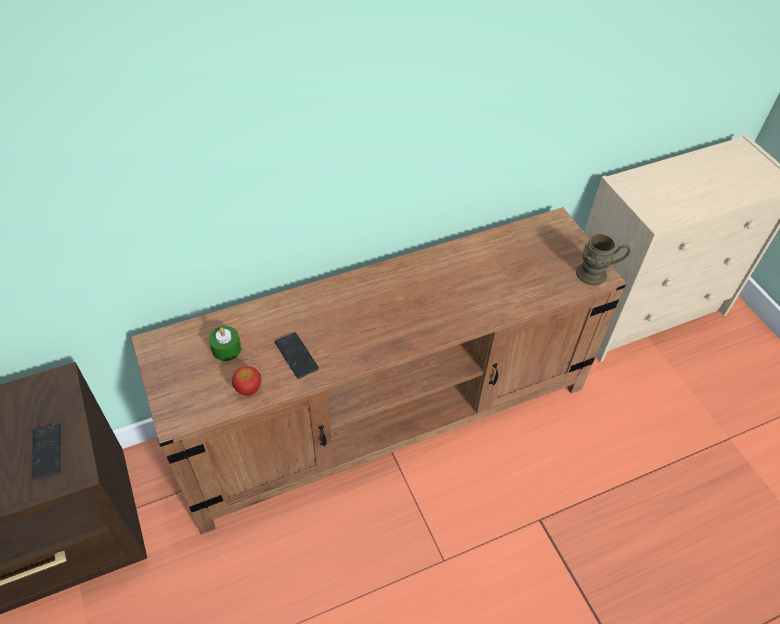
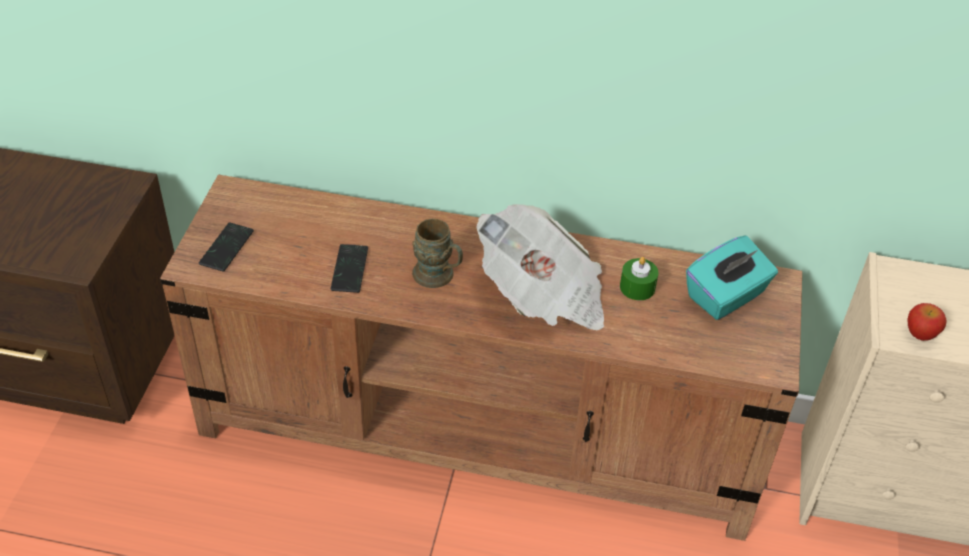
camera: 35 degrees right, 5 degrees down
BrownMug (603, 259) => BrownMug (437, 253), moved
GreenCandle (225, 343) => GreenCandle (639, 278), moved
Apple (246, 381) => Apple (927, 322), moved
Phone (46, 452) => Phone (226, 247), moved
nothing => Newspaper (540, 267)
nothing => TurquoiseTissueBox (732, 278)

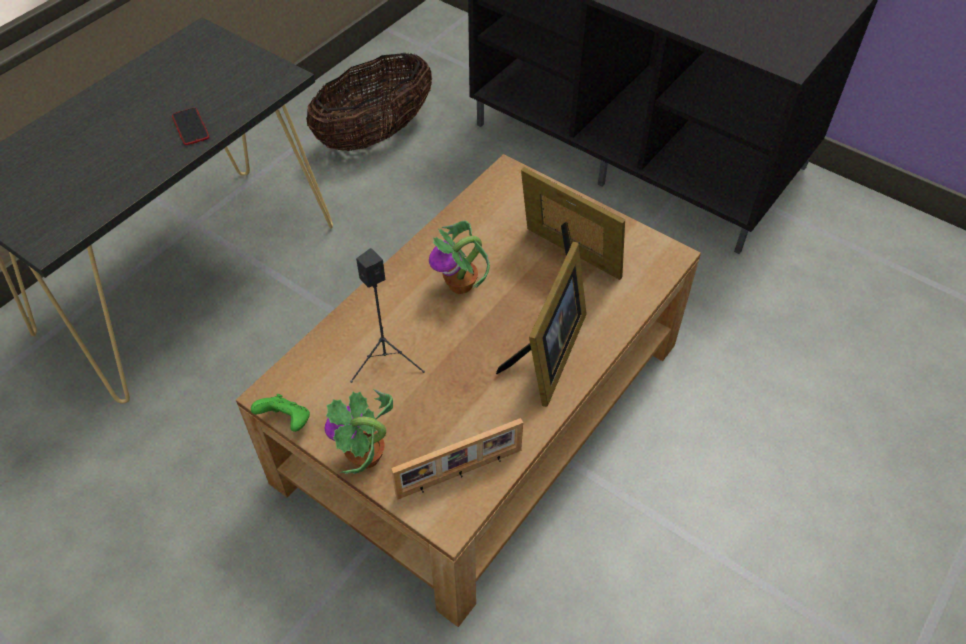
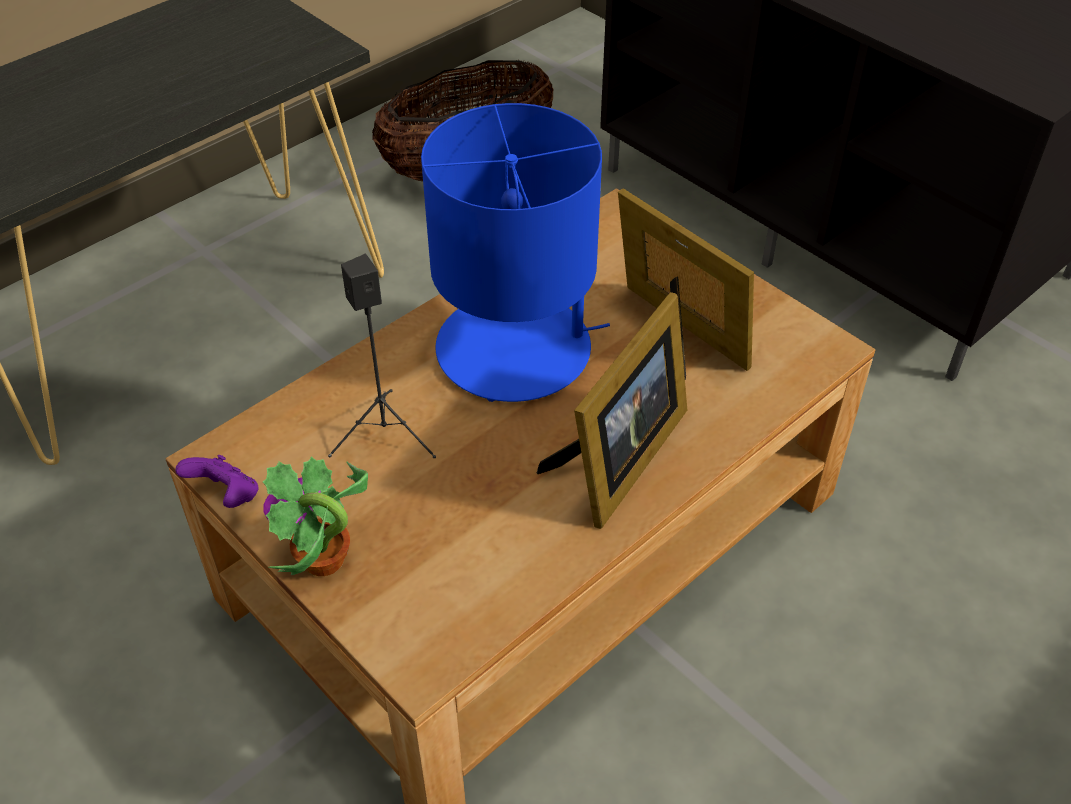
camera: 10 degrees right, 5 degrees down
Phone (190, 126) => nothing
PottedPlant (459, 257) => BlueTableLamp (515, 252)
GreenGameController (280, 413) => PurpleGameController (217, 481)
PictureFrame (457, 459) => nothing

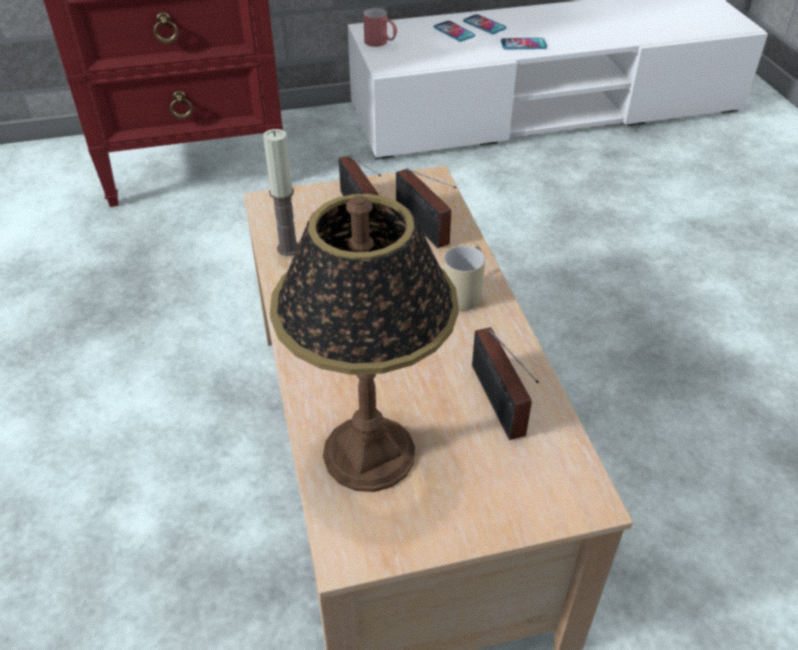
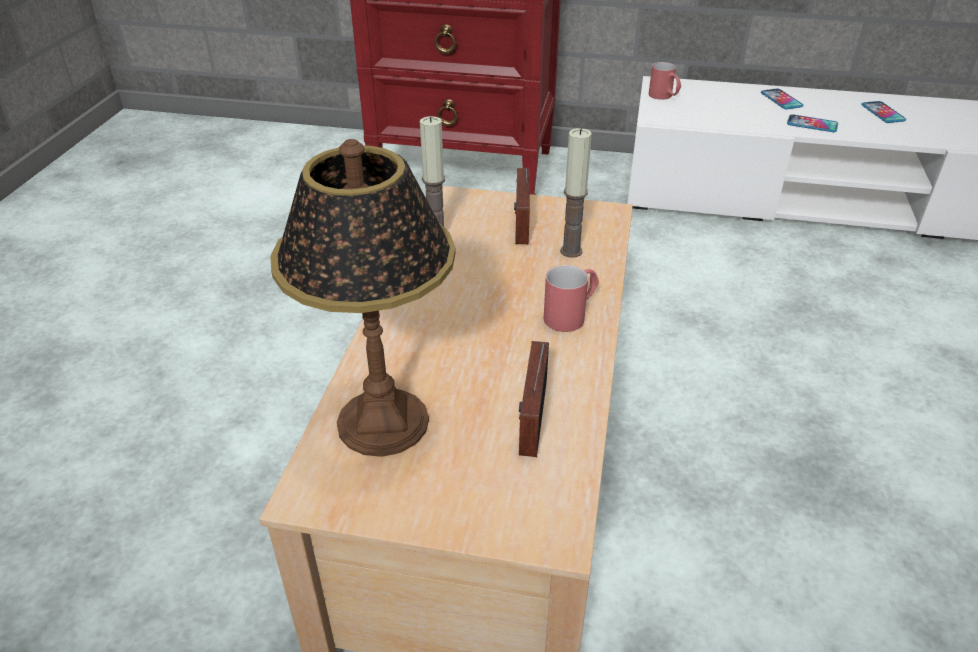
camera: 25 degrees right, 5 degrees down
Phone (454, 31) => Phone (883, 112), moved
Radio (426, 208) => Candle (576, 193)
BeigeMug (464, 277) => RedMug (571, 298)

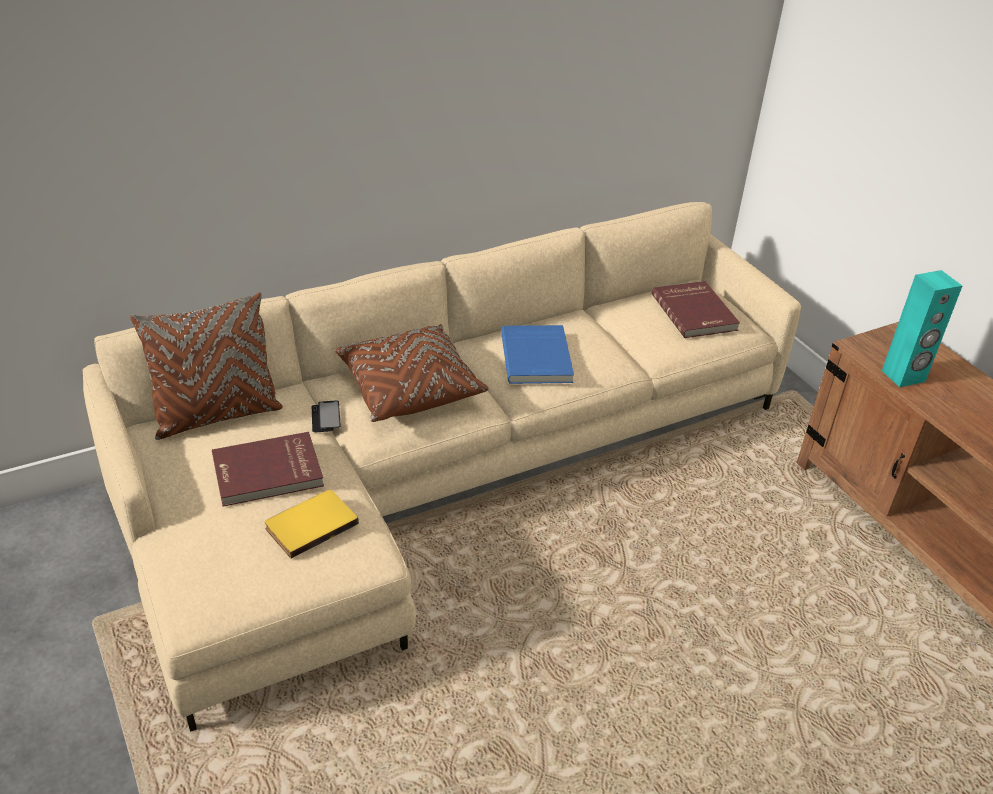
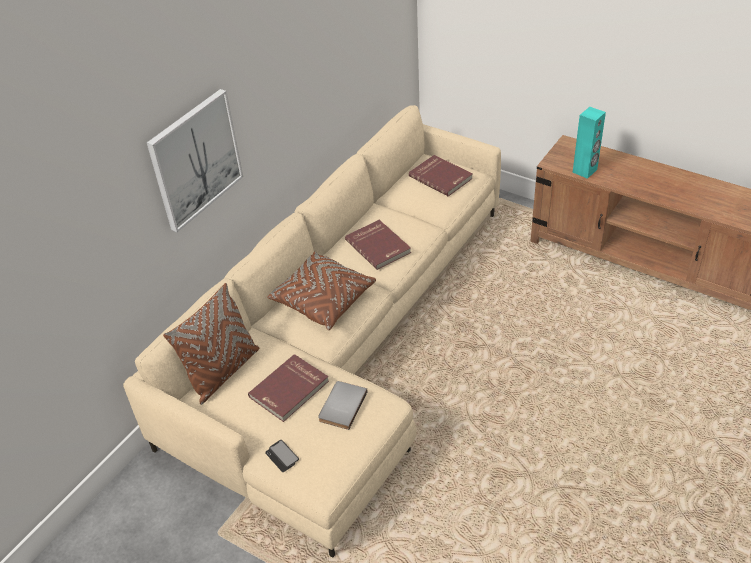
camera: 25 degrees left, 5 degrees up
BlueBook (537, 354) => RedBook (378, 245)
Phone (326, 416) => Phone (282, 456), moved
YellowBook (312, 524) => GreyBook (343, 405)
nothing => Picture (195, 160)

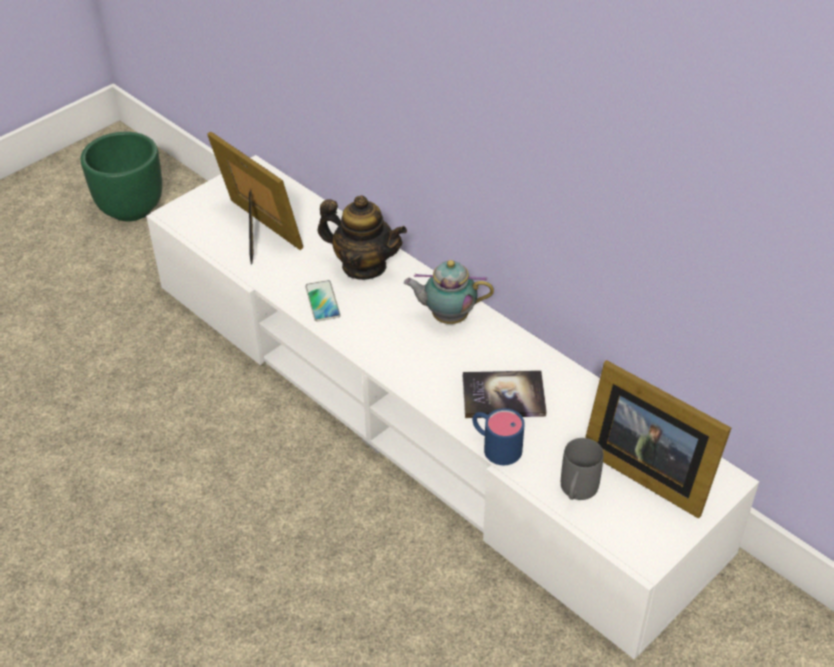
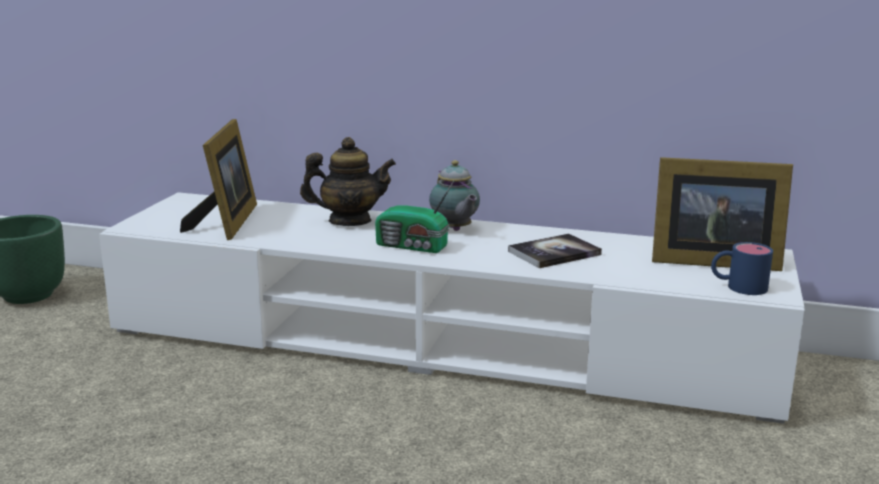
camera: 30 degrees left, 25 degrees down
PictureFrame (255, 198) => PictureFrame (218, 179), 75 degrees clockwise
Teapot (449, 292) => Teapot (454, 195), 90 degrees counterclockwise
Phone (323, 300) => nothing
BlueMug (498, 436) => BlueMug (742, 268), moved
GreyMug (582, 469) => nothing
nothing => Radio (414, 217)

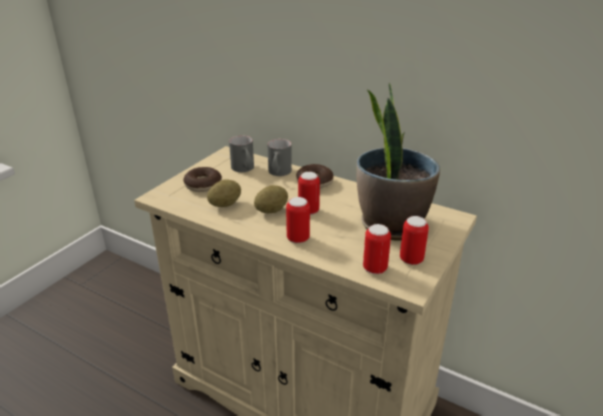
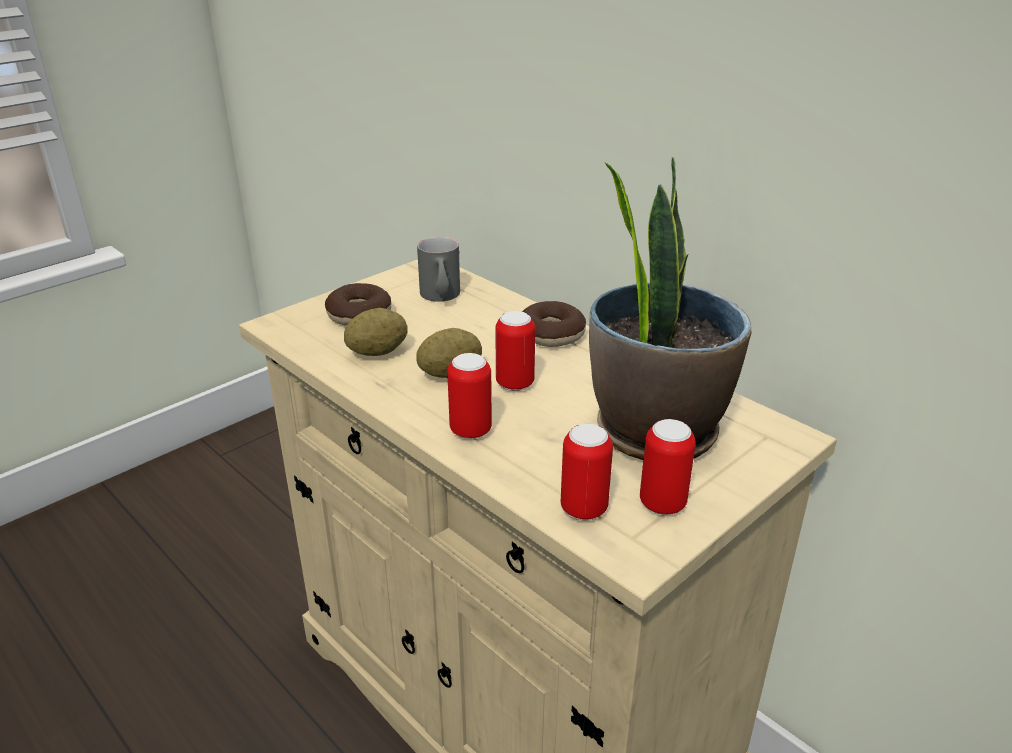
camera: 15 degrees right, 0 degrees up
GreyMug (279, 157) => nothing

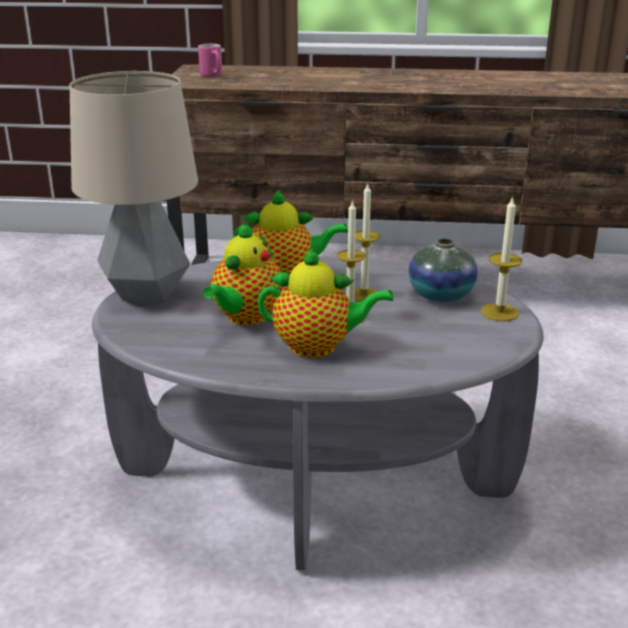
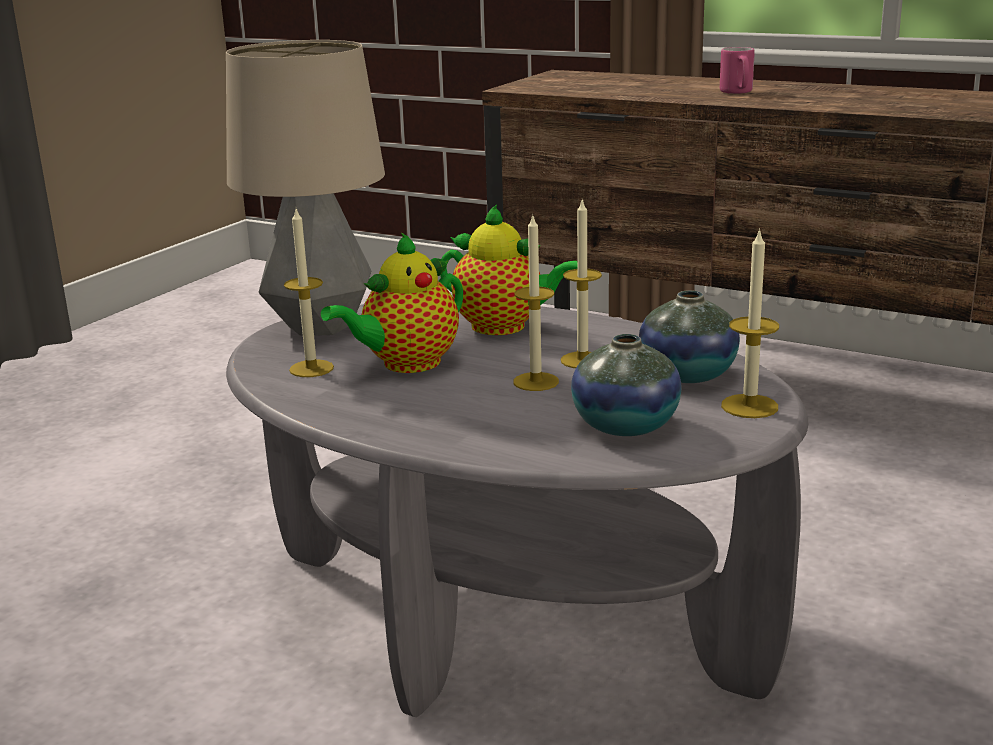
camera: 25 degrees right, 5 degrees down
PinkMug (210, 60) => PinkMug (737, 70), moved
Teapot (325, 302) => nothing
nothing => Candle (309, 293)
nothing => Vase (626, 385)

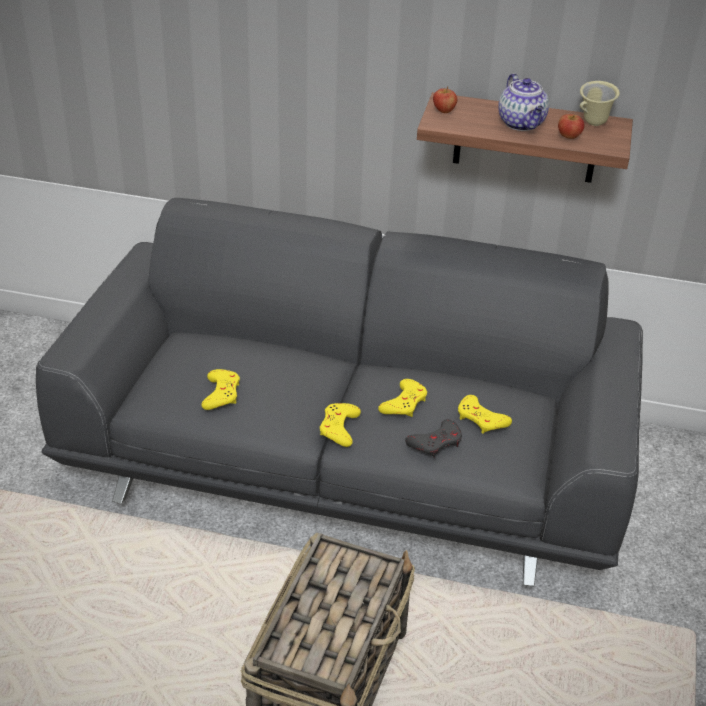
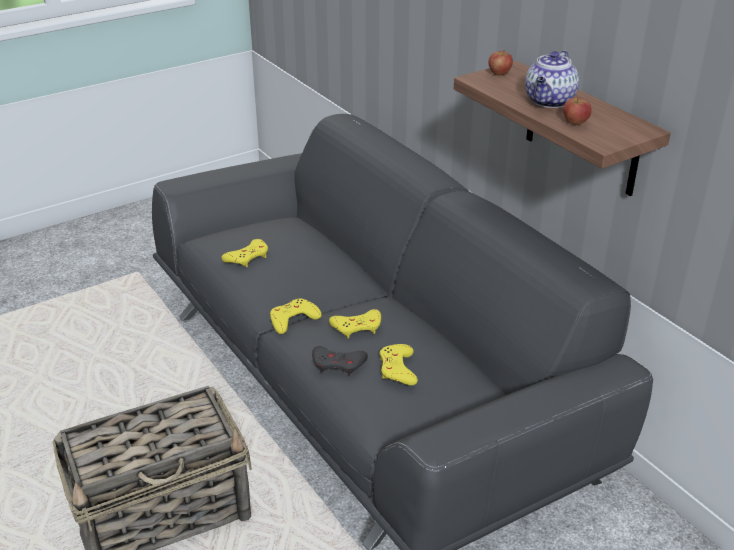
camera: 45 degrees right, 5 degrees down
BeigeMug (600, 103) => nothing

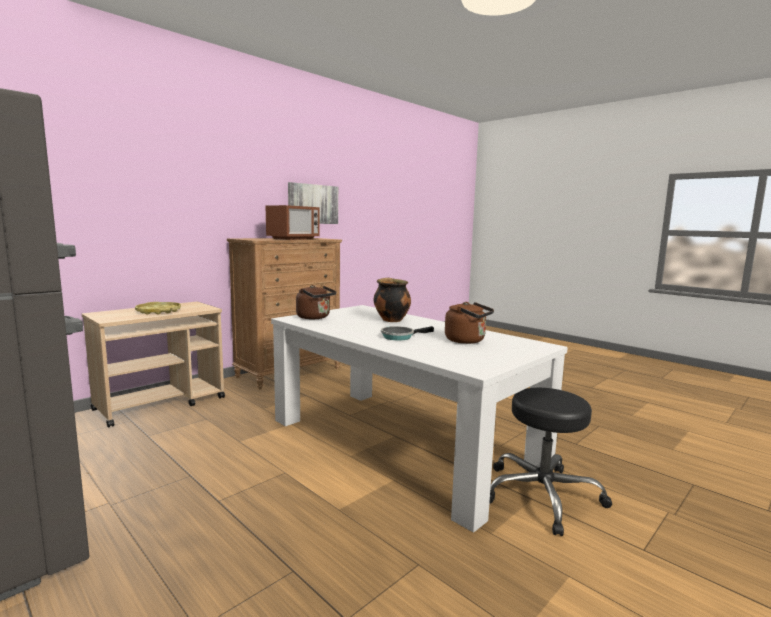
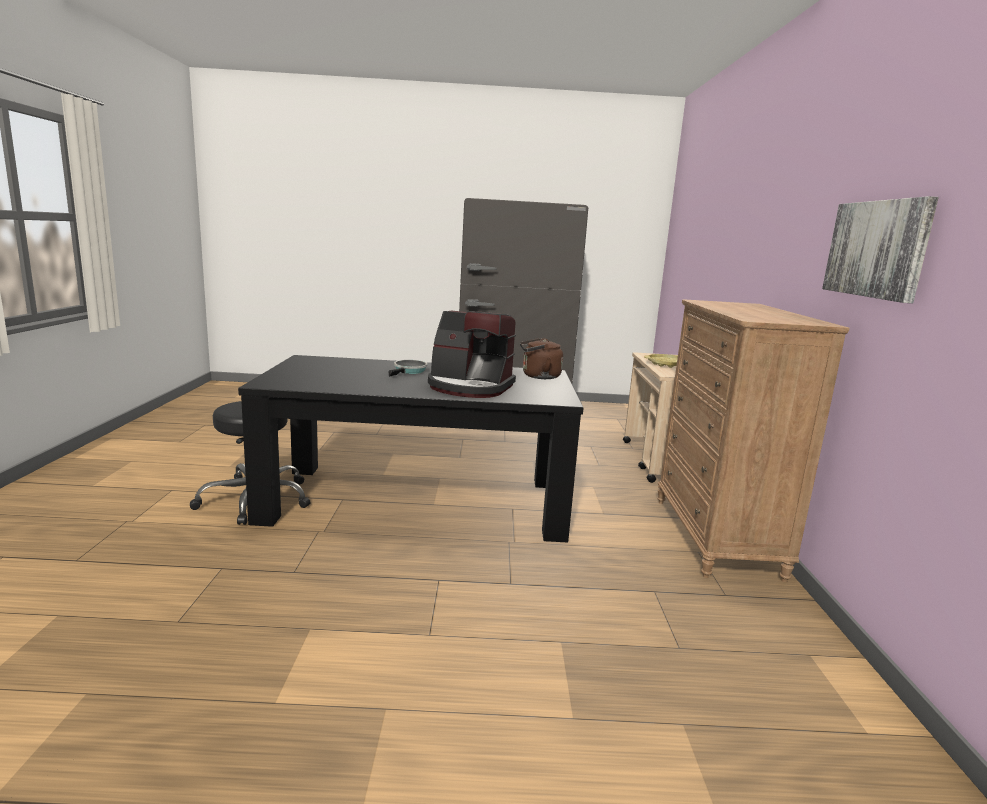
camera: 135 degrees right, 5 degrees up
Microwave (292, 222) => nothing
CookingPot (392, 300) => CoffeeMachine (472, 354)
BrownKettle (469, 323) => nothing
WhiteDiningTable (419, 419) => BlackDiningTable (411, 449)

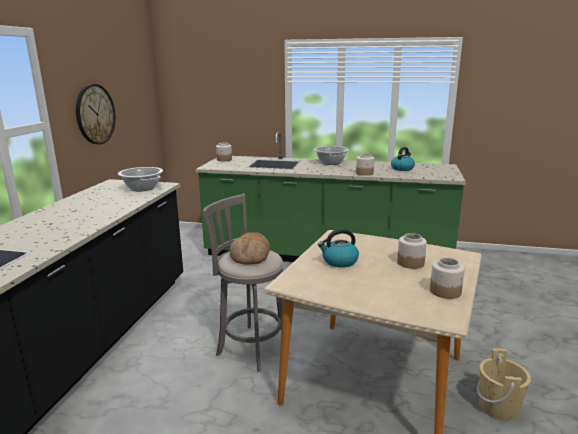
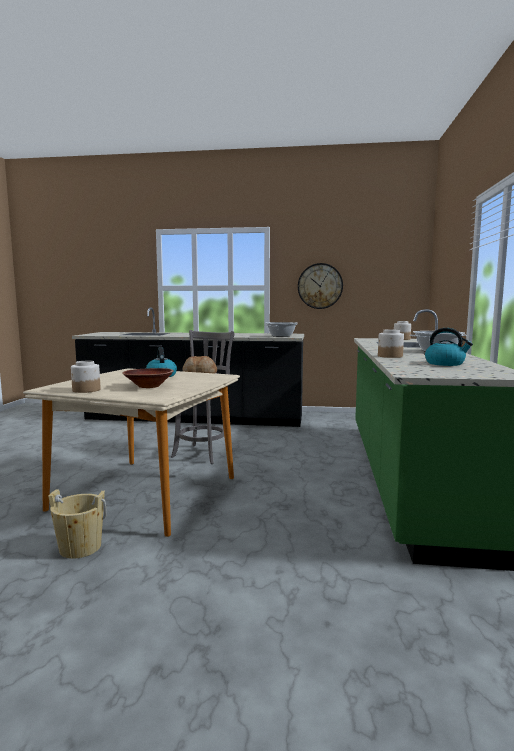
camera: 85 degrees right, 10 degrees down
Jar (412, 251) => BrownBowl (148, 378)

